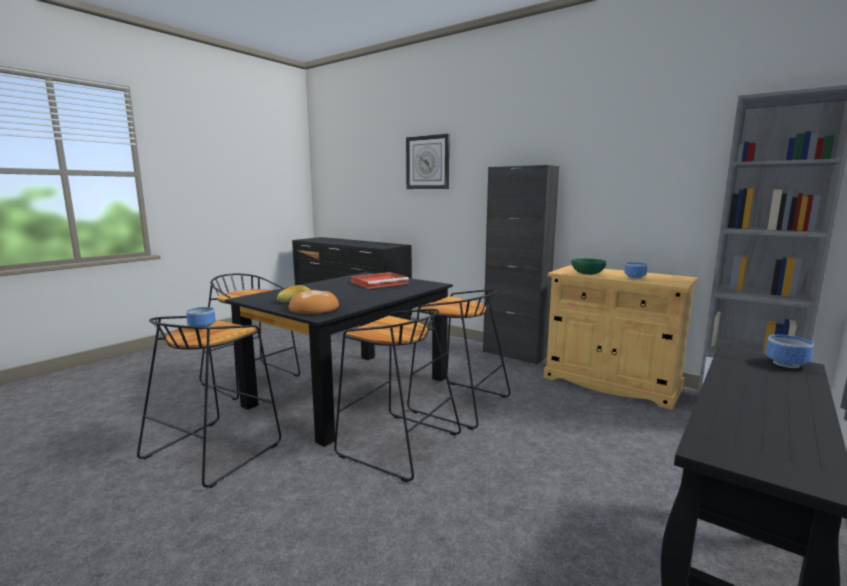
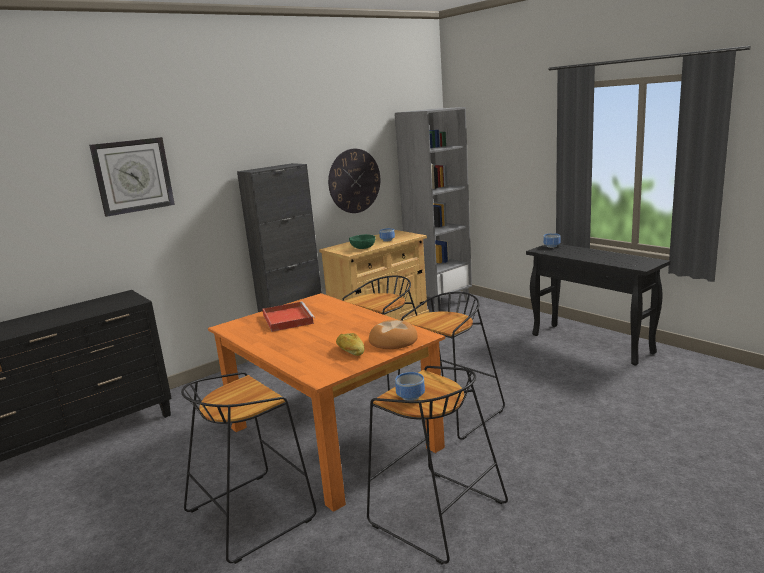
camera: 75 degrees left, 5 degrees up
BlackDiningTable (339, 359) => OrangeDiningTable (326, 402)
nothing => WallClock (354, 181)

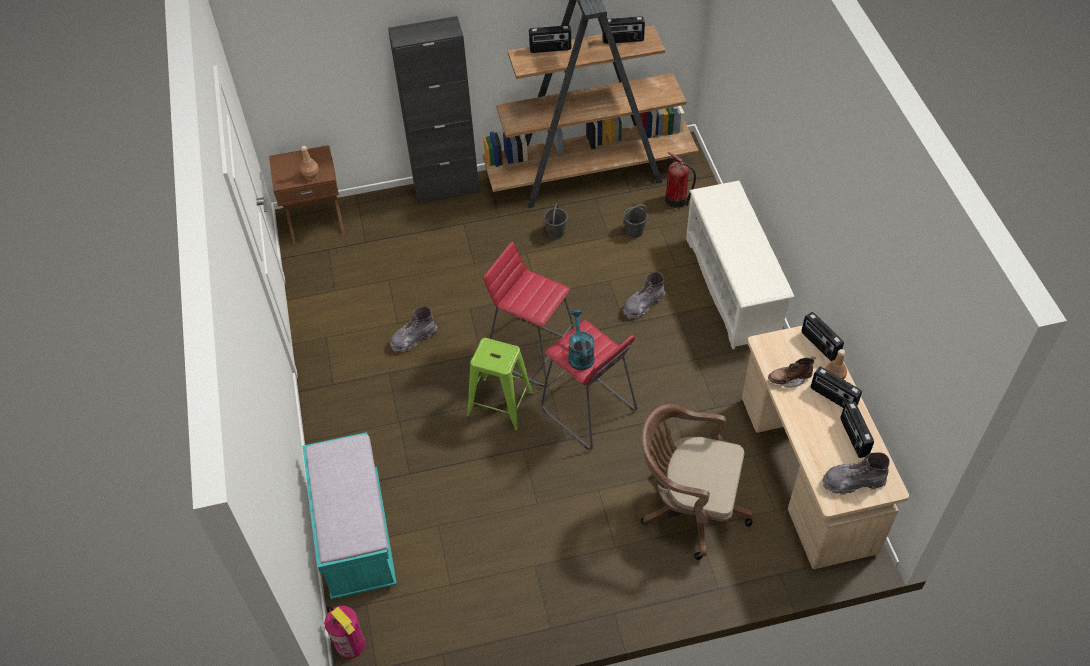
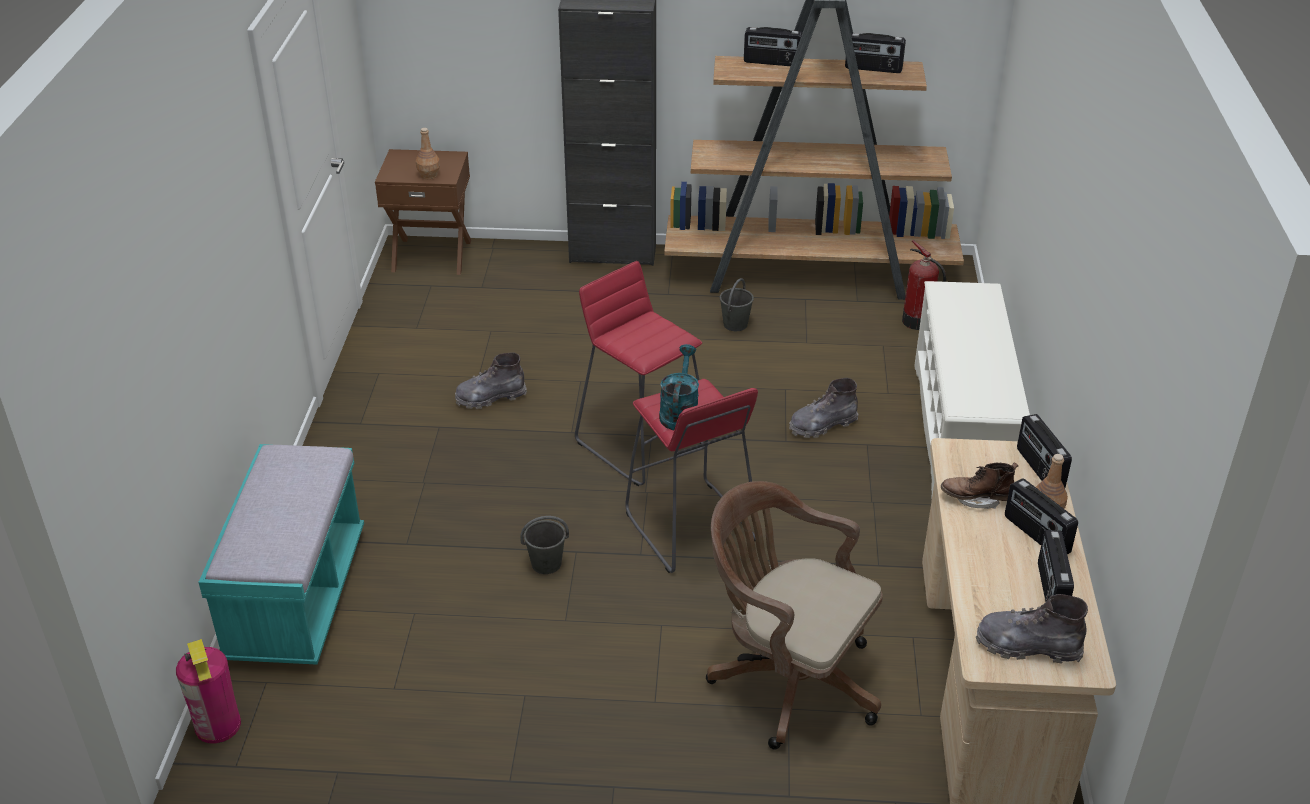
camera: 15 degrees right, 15 degrees down
GreyBucket (635, 221) => GreyBucket (544, 545), moved
GreenStool (500, 384) => nothing

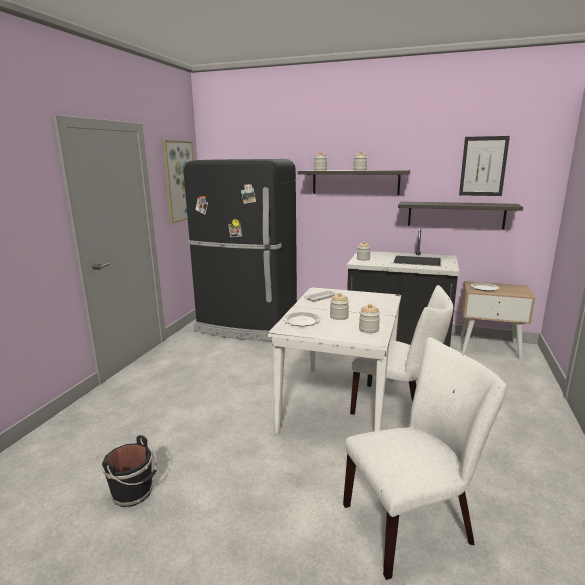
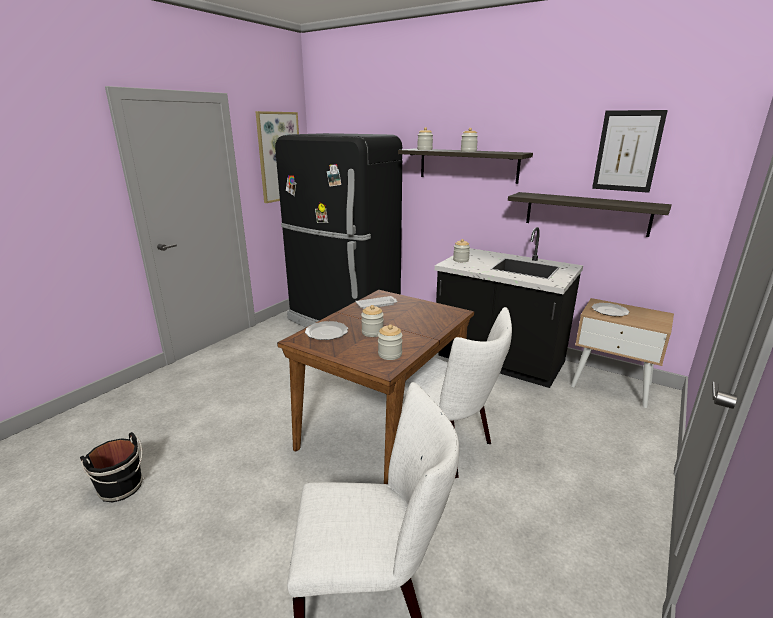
camera: 15 degrees right, 5 degrees up
WhiteDiningTable (334, 360) => BrownDiningTable (375, 387)

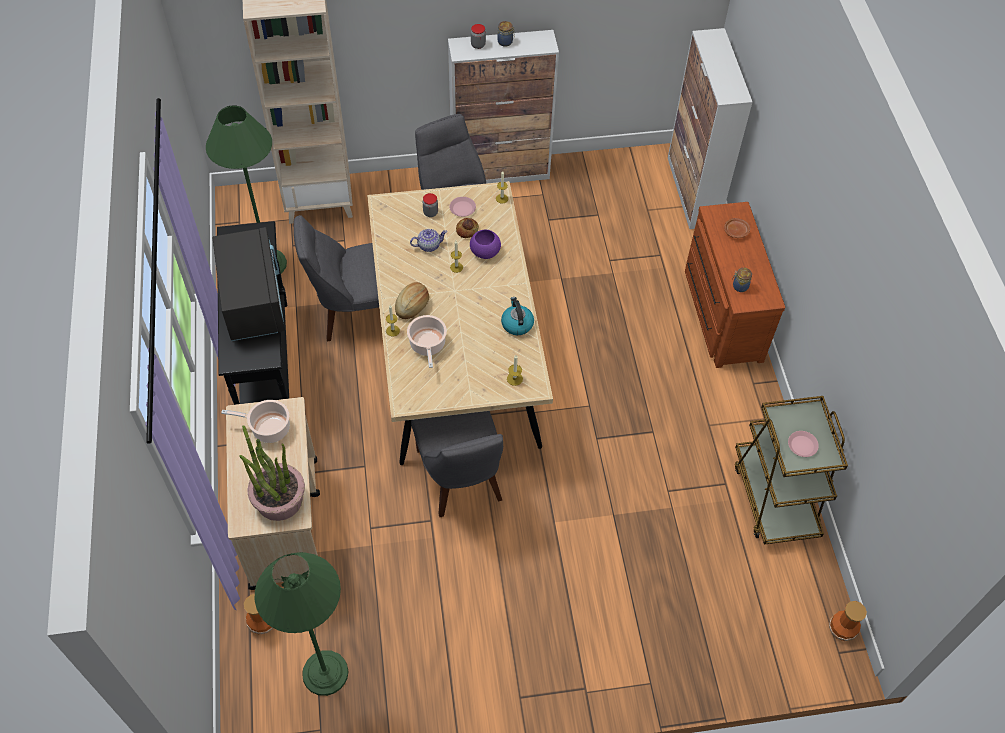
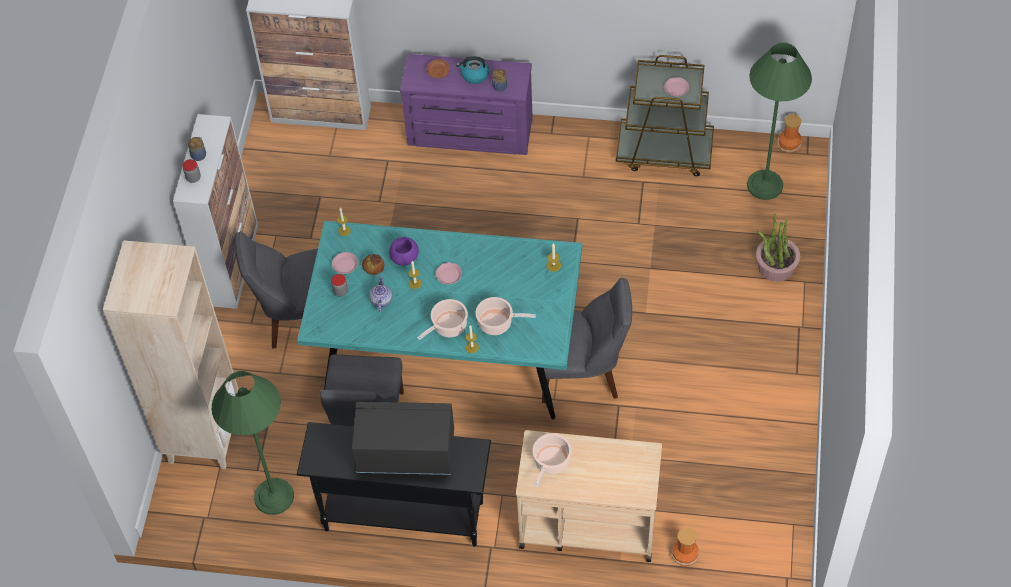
camera: 70 degrees left, 0 degrees up
BeigeDiningTable (460, 323) => TurquoiseDiningTable (439, 320)
BrownDresser (735, 285) => PurpleDresser (466, 104)
Bread (412, 300) => CookingPot (442, 319)
Kettle (517, 316) => Kettle (472, 70), moved
PottedPlant (272, 473) => PottedPlant (778, 247), moved
GreenFloorLamp (302, 624) => GreenFloorLamp (779, 121), moved
nothing => PinkPlate (449, 273)

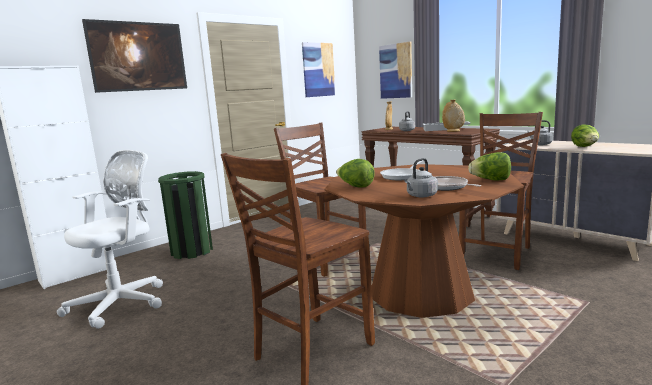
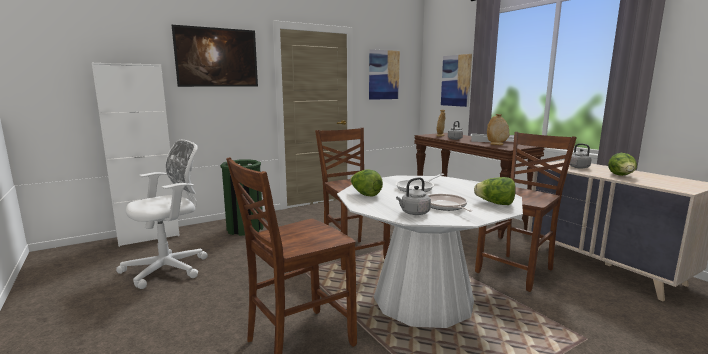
camera: 10 degrees right, 0 degrees up
BrownDiningTable (424, 241) => WhiteDiningTable (430, 251)

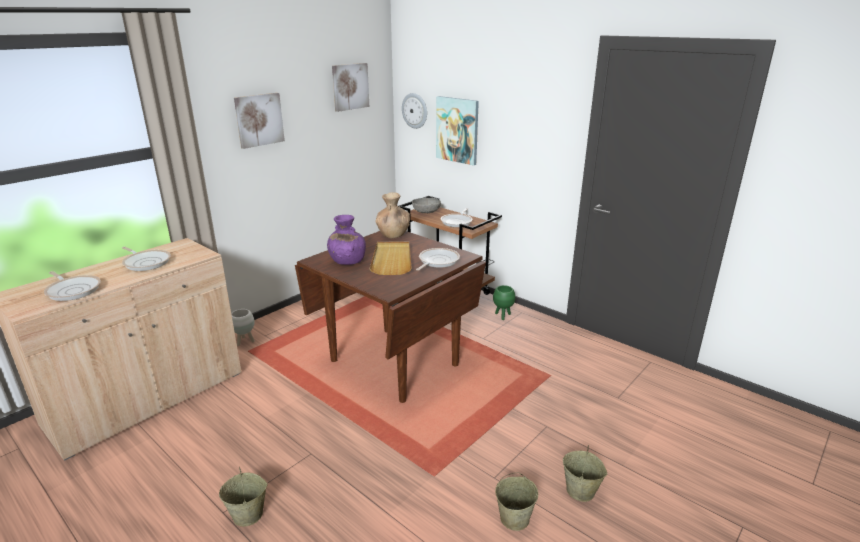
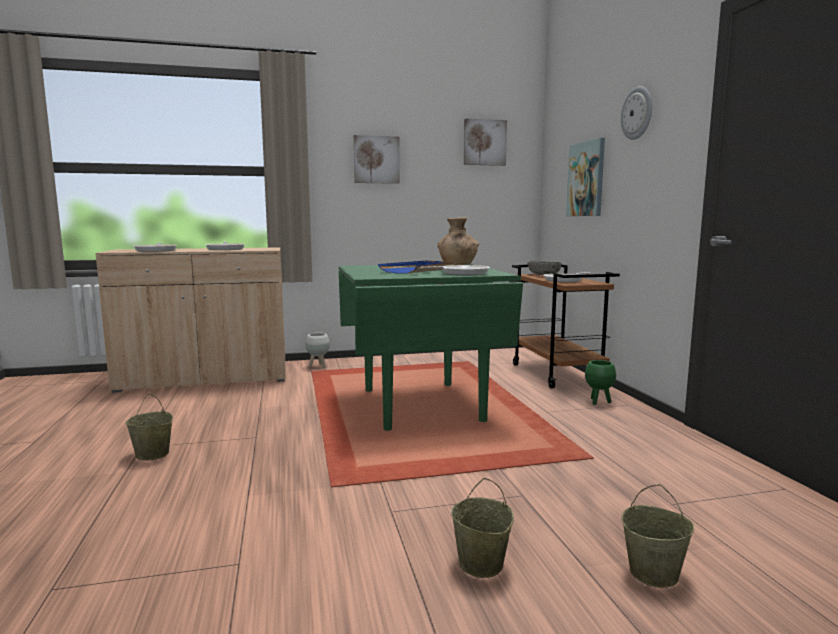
camera: 35 degrees right, 15 degrees down
WallClock (414, 111) => WallClock (636, 113), moved
PurpleVase (346, 240) => nothing
BrownDiningTable (390, 317) => GreenDiningTable (431, 347)
BeigeTray (390, 258) => BlueTray (417, 267)
BeigeBucket (516, 501) => BeigeBucket (657, 536), moved

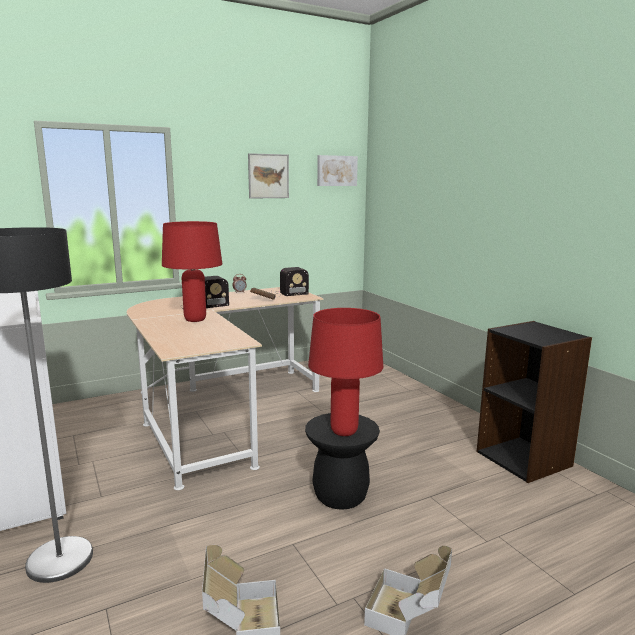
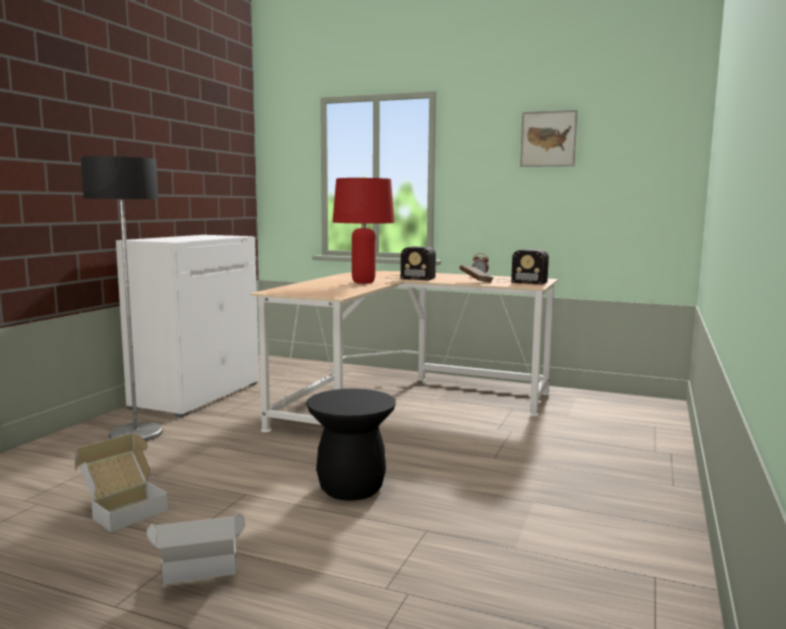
camera: 50 degrees right, 5 degrees down
Picture (337, 170) => nothing
RedTableLamp (345, 372) => nothing
BlackBookcase (534, 402) => nothing

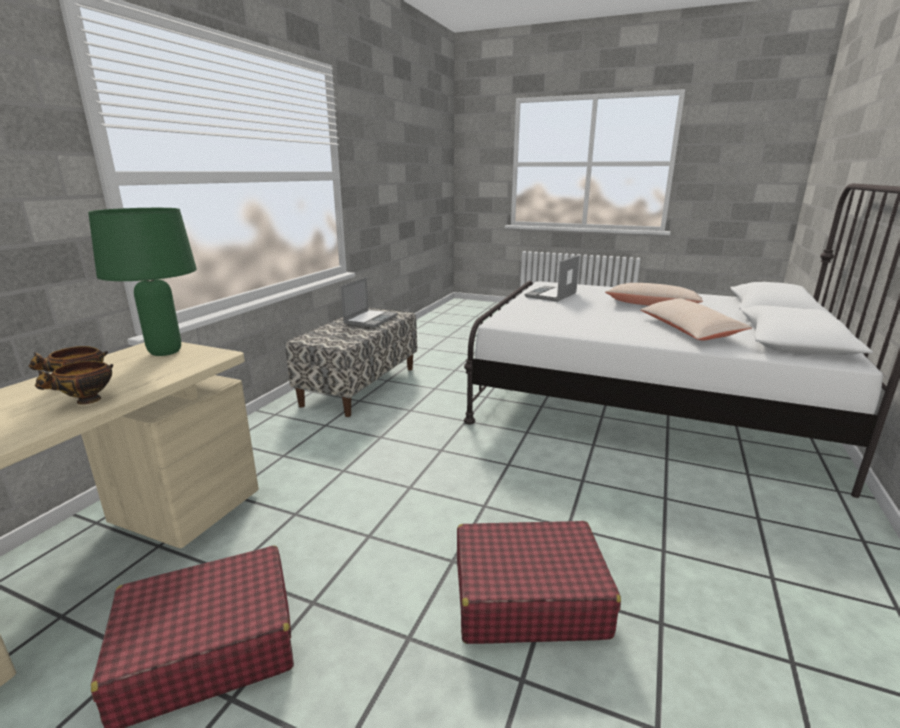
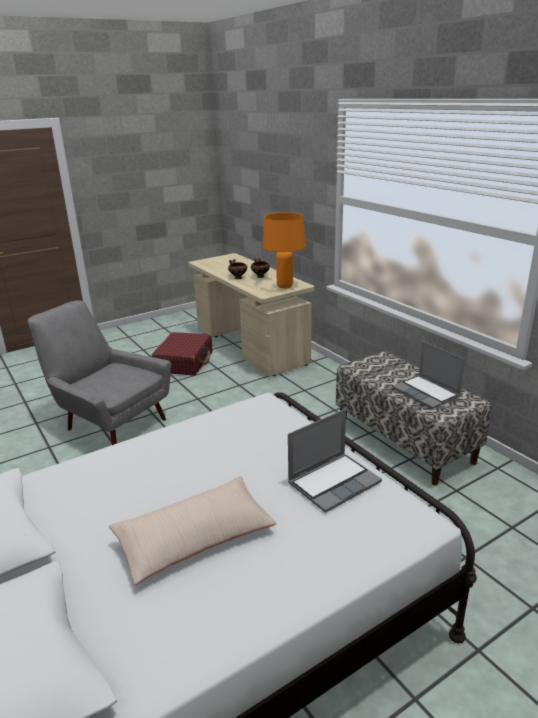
camera: 125 degrees right, 5 degrees up
GreenTableLamp (142, 282) => OrangeTableLamp (284, 250)
Laptop (552, 278) => Laptop (335, 461), 75 degrees clockwise
BeigePillow (696, 319) => nothing
RedSuitcase (539, 582) => GreyArmchair (99, 372)

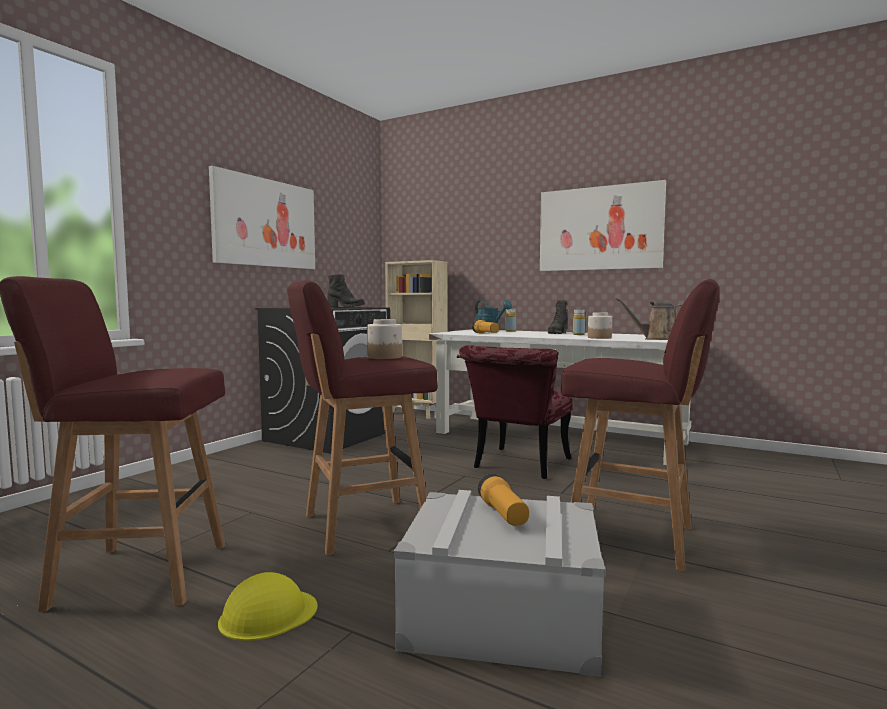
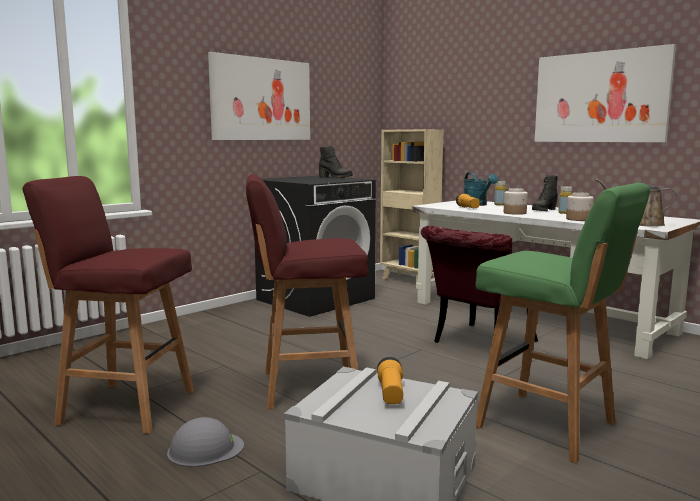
camera: 15 degrees right, 5 degrees up
RedStool (640, 425) => GreenStool (562, 323)
Jar (384, 339) => Jar (516, 201), moved
YellowHardHat (267, 606) => GreyHardHat (205, 442)

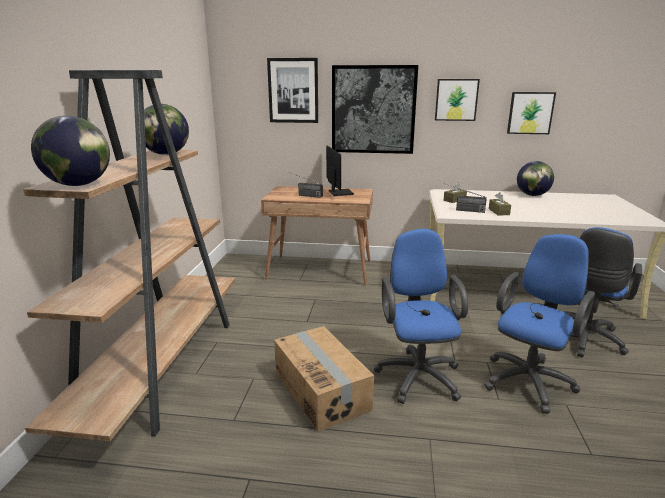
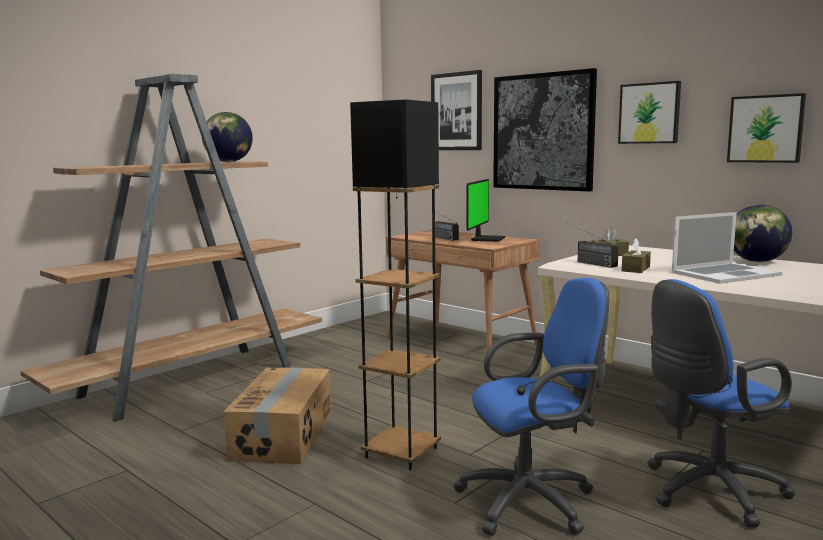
camera: 35 degrees right, 10 degrees down
Globe (70, 151) => nothing
BlueOfficeChair (421, 316) => BlackFloorLamp (395, 284)
nothing => Laptop (727, 248)

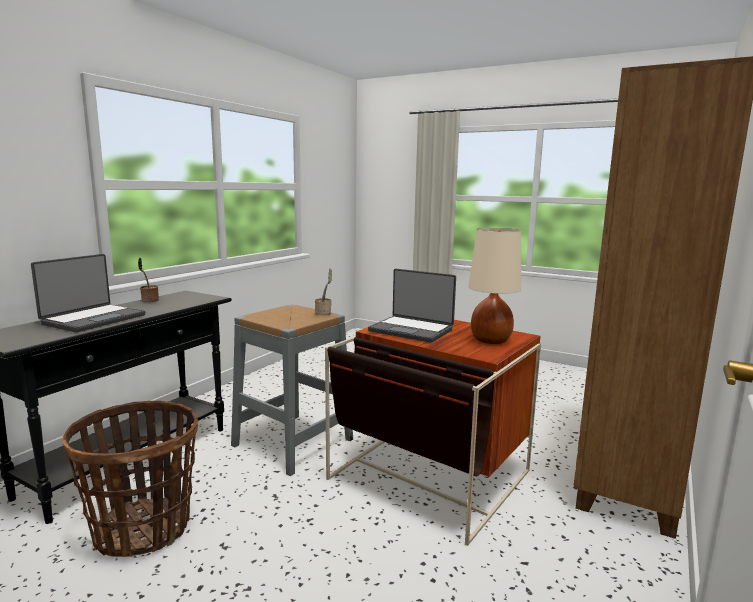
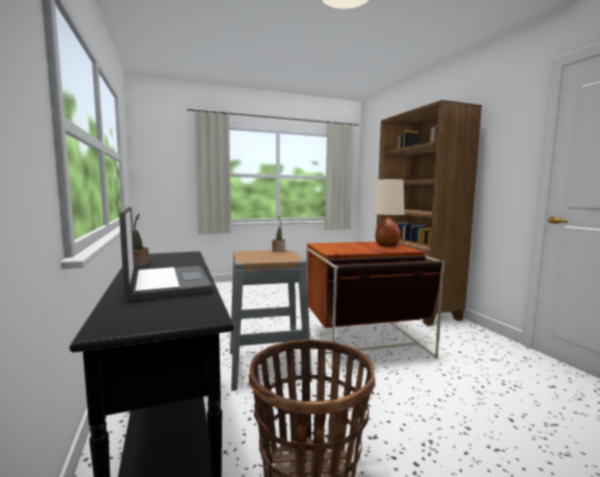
camera: 50 degrees left, 5 degrees down
Laptop (412, 306) => nothing

